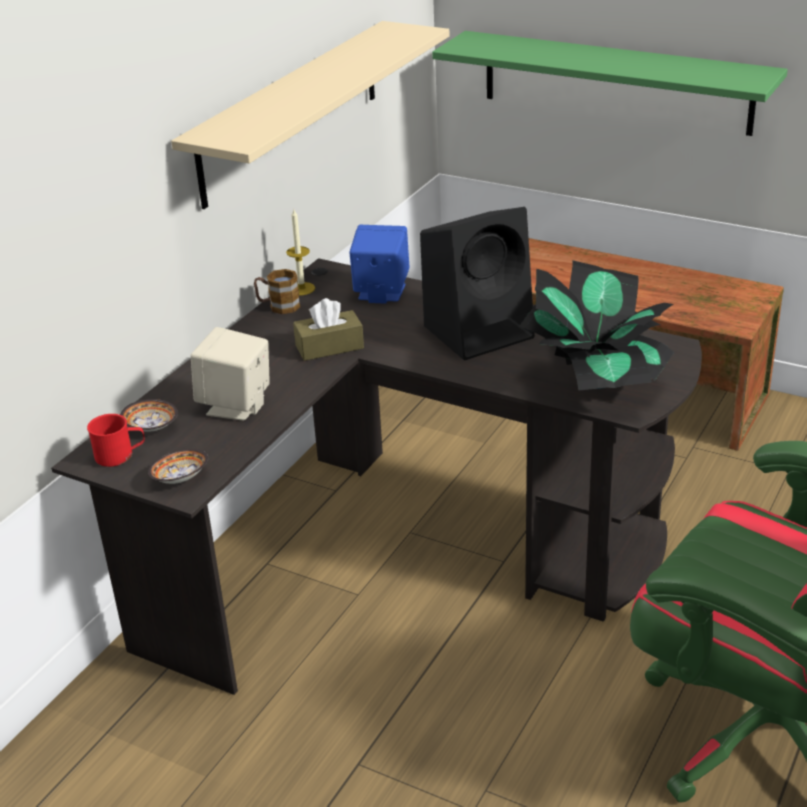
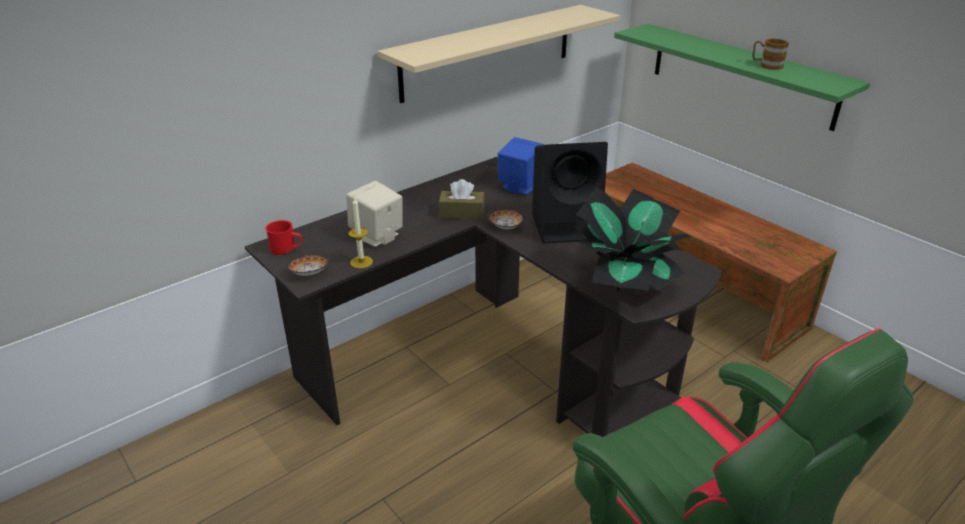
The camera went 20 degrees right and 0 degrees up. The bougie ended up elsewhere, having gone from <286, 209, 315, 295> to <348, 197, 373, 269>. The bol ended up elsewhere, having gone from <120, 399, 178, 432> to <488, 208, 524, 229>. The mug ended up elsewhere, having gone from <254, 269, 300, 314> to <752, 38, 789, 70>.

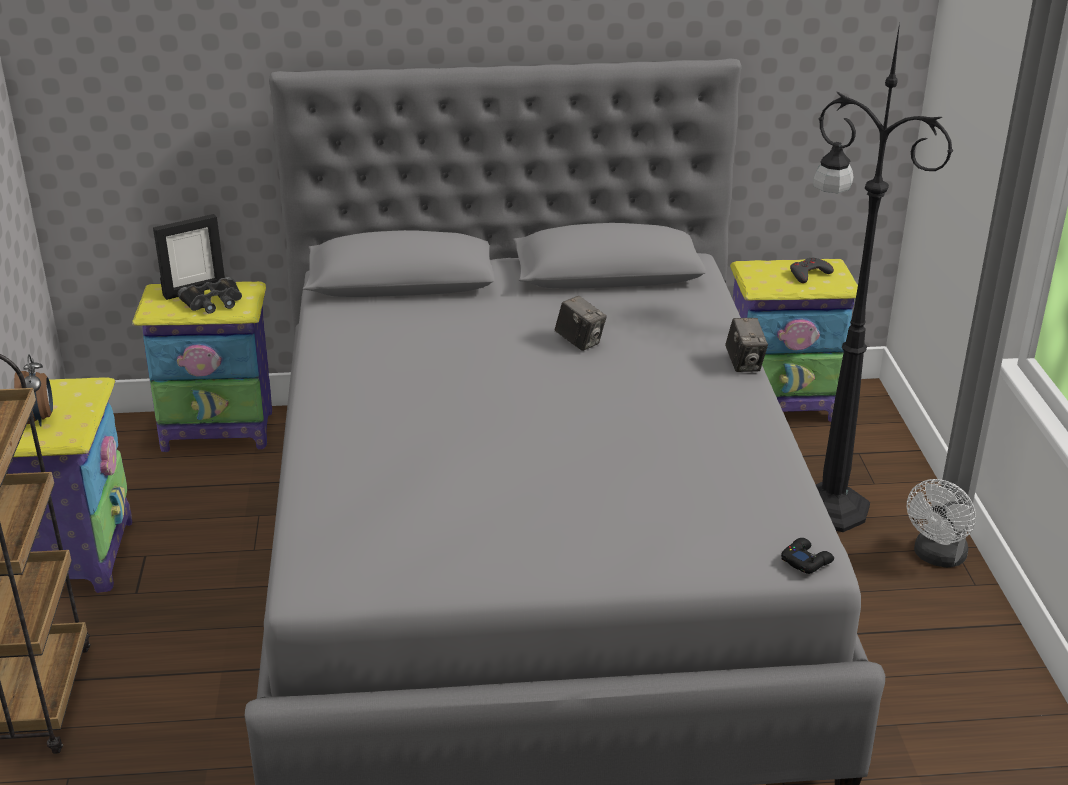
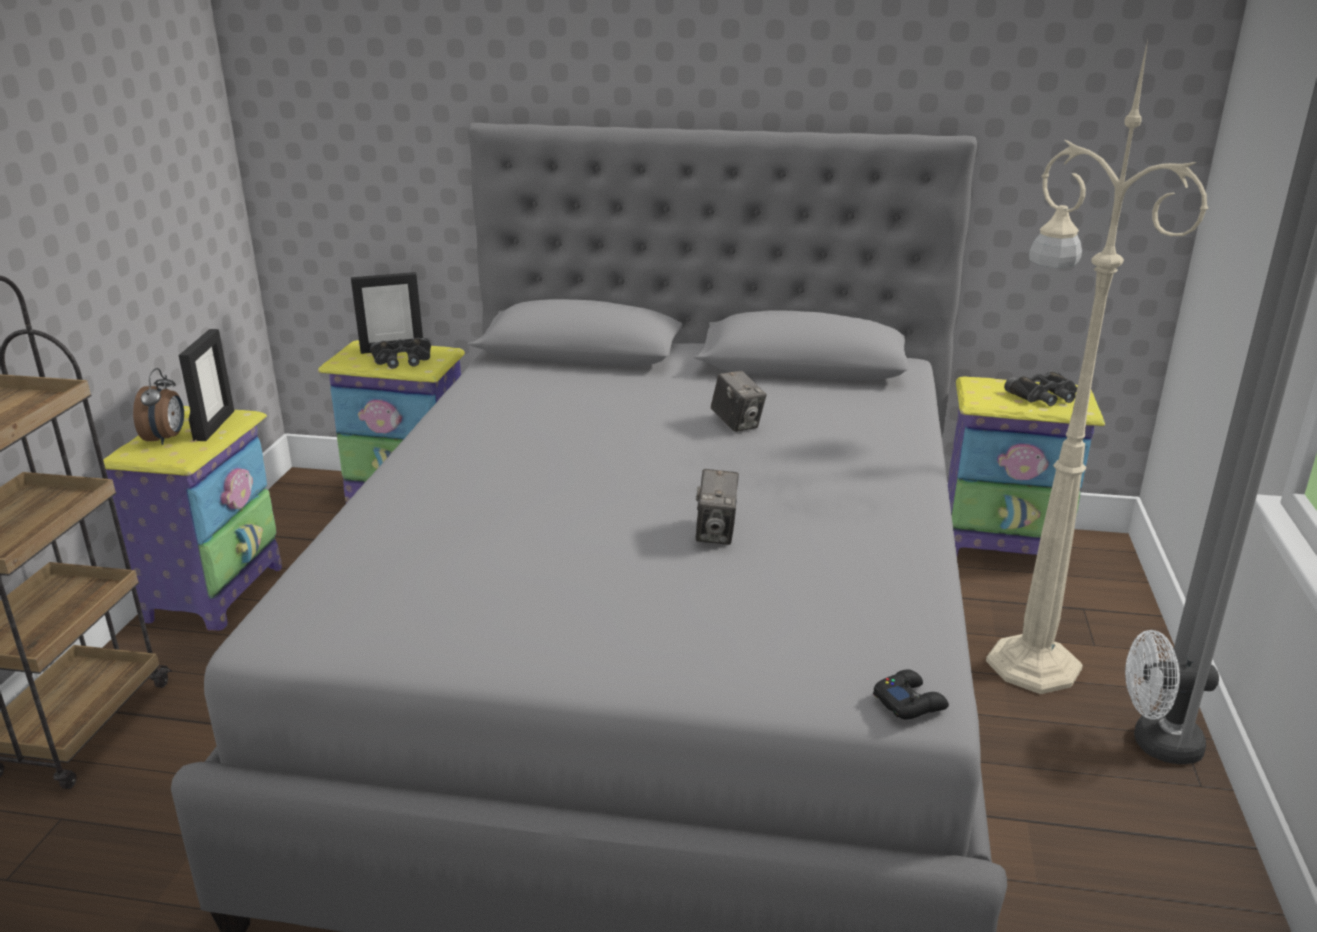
The camera went 15 degrees right and 5 degrees down. The second view gained the cadre photo at <179, 329, 234, 441>. The appareil photo ended up elsewhere, having gone from <725, 318, 768, 372> to <696, 469, 739, 545>. What was the lampadaire (noir) at <813, 23, 953, 532> turned into the lampadaire (beige) at <986, 40, 1208, 694>. Where the manette (gris) stood at <790, 258, 834, 283>, the jumelles (noir) came to stand at <1004, 371, 1077, 406>. The ventilateur (blanc) at <907, 479, 976, 568> ended up facing another way, 45 degrees clockwise from before.

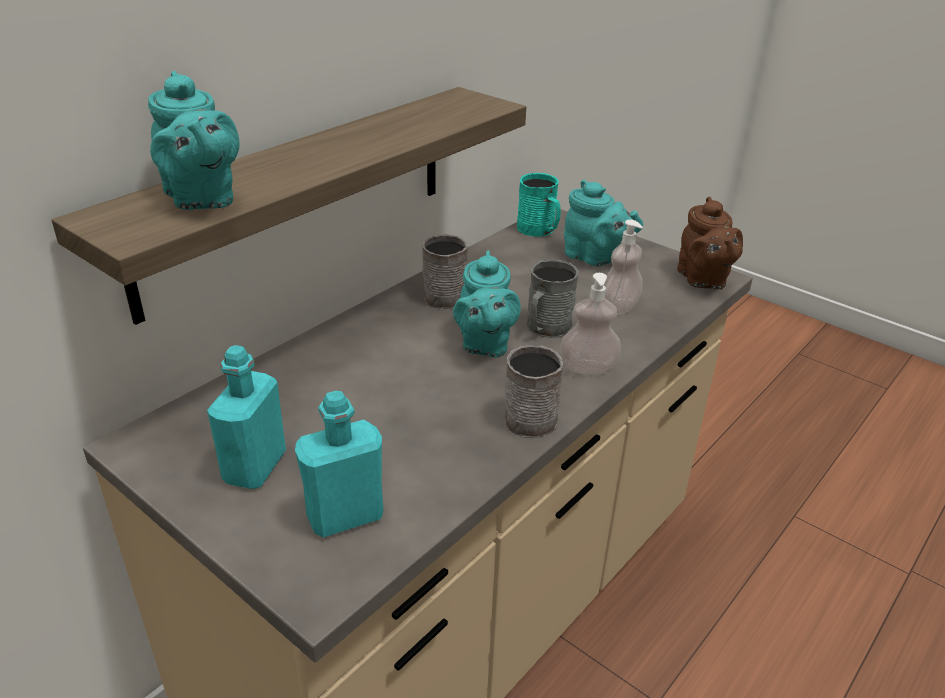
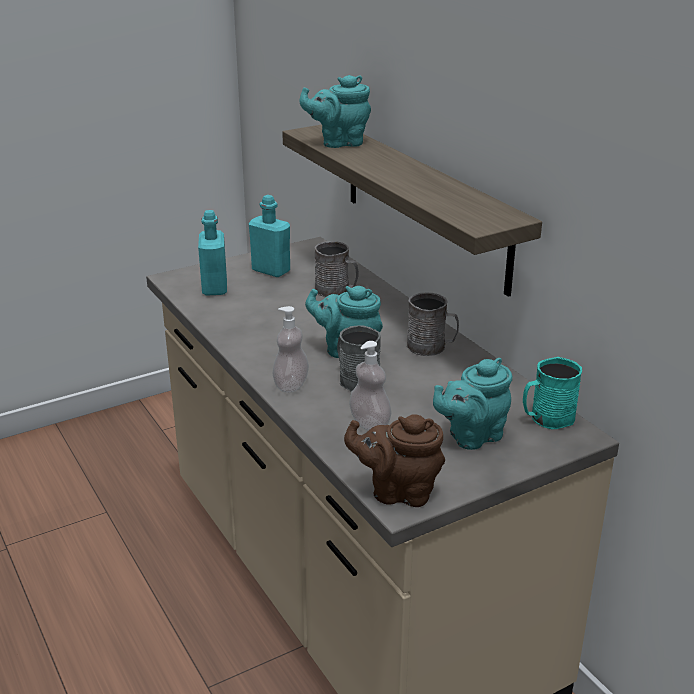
The camera went 110 degrees right and 5 degrees down. The mug (gris) ended up elsewhere, having gone from <505, 345, 563, 438> to <315, 241, 359, 297>.

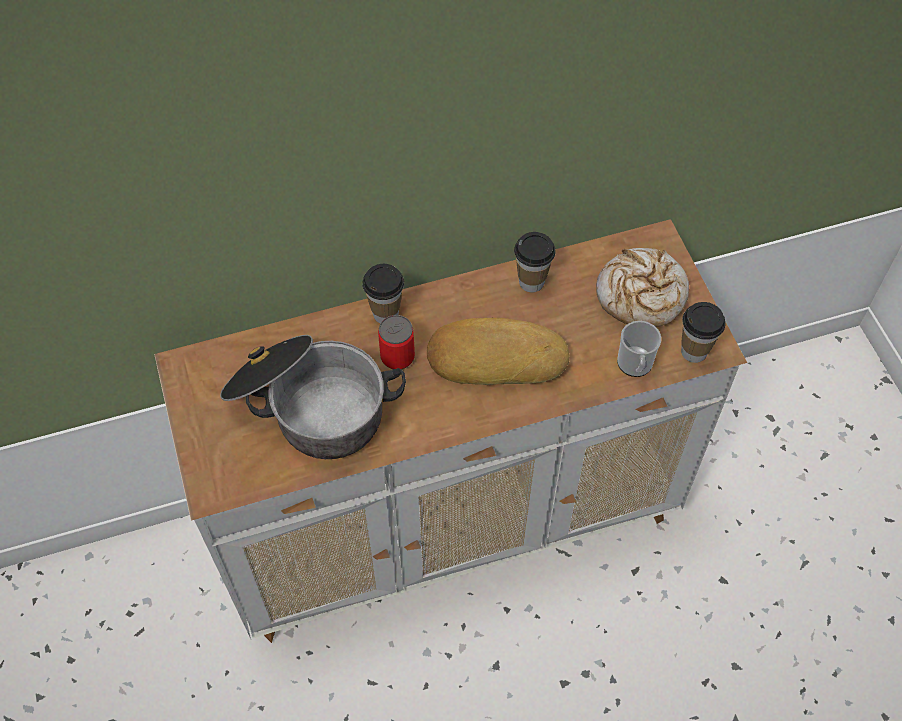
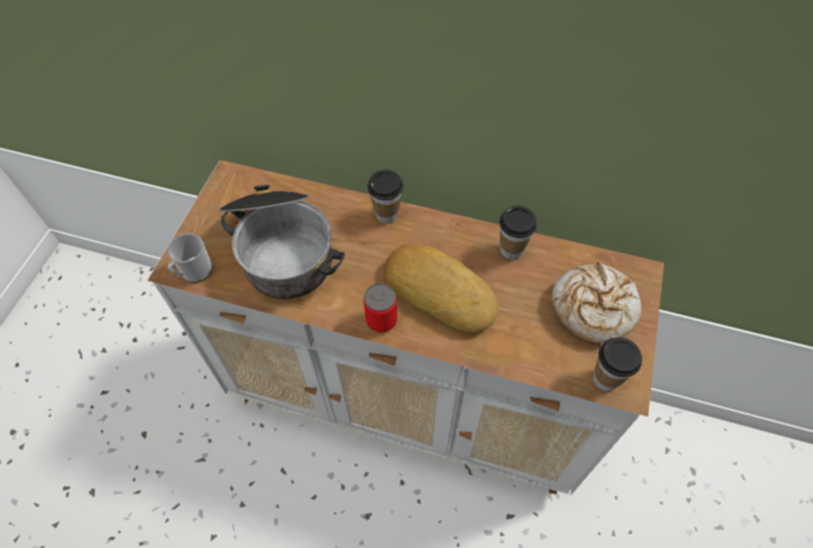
The camera went 35 degrees right and 0 degrees up. The mug ended up elsewhere, having gone from <617, 321, 661, 377> to <167, 233, 212, 283>. The boîte métallique ended up elsewhere, having gone from <378, 315, 415, 370> to <364, 283, 397, 332>.

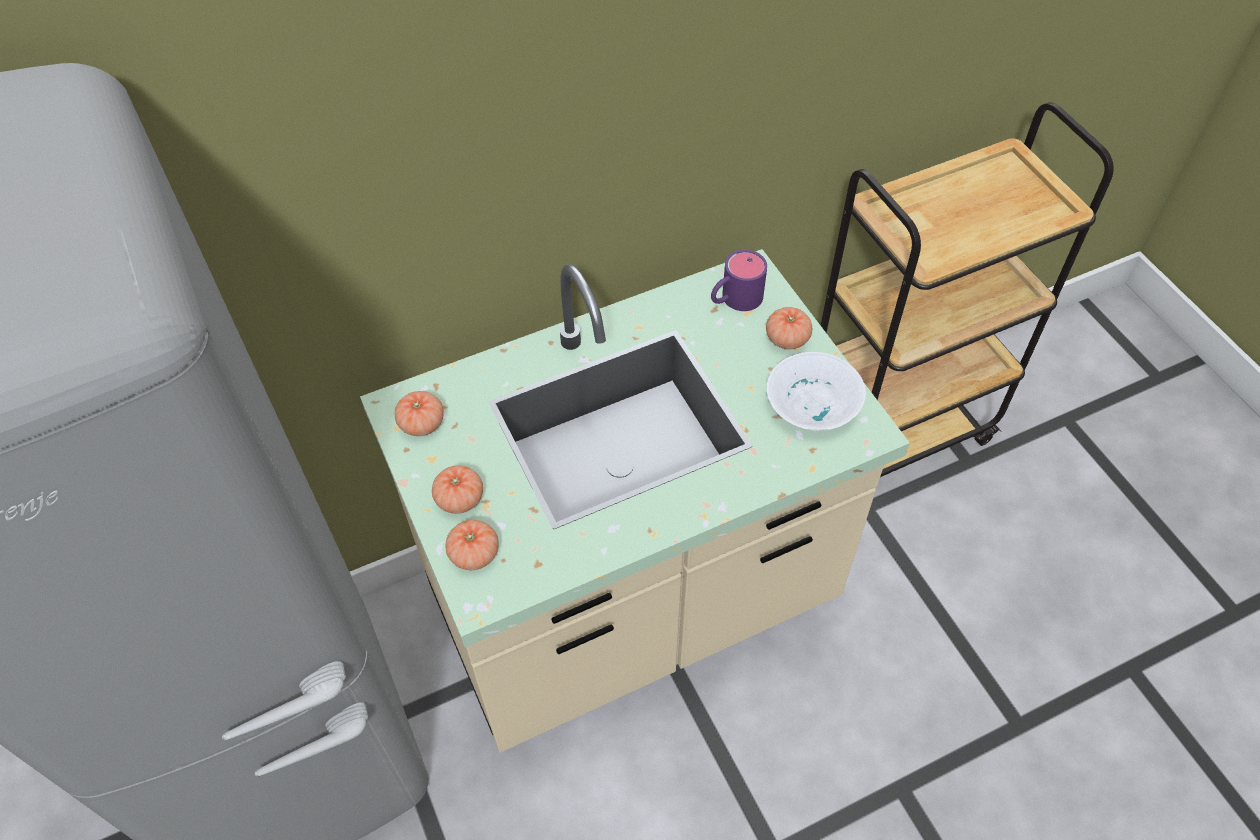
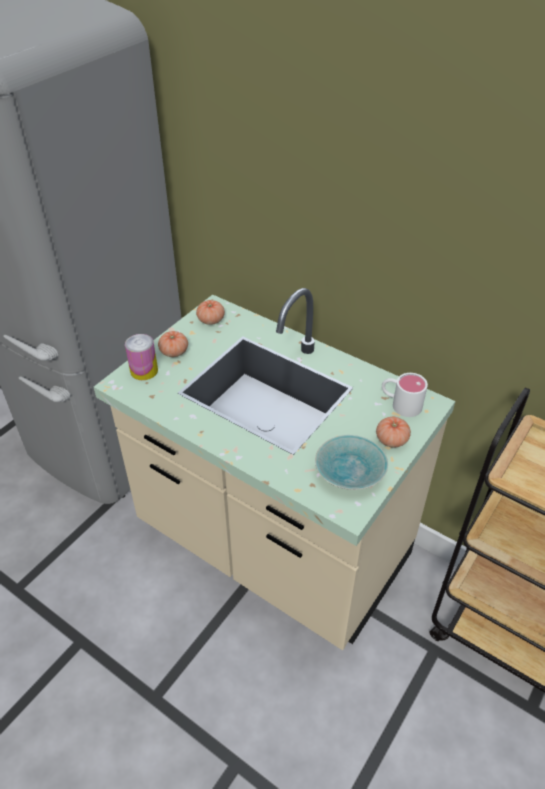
The camera went 60 degrees right and 10 degrees down. Where the tomate stood at <446, 520, 499, 570>, the boîte métallique came to stand at <125, 334, 158, 380>. What was the bol (blanc) at <767, 352, 866, 431> turned into the bol (turquoise) at <315, 435, 388, 490>. What was the mug (violet) at <711, 250, 767, 311> turned into the mug (blanc) at <382, 373, 428, 417>.

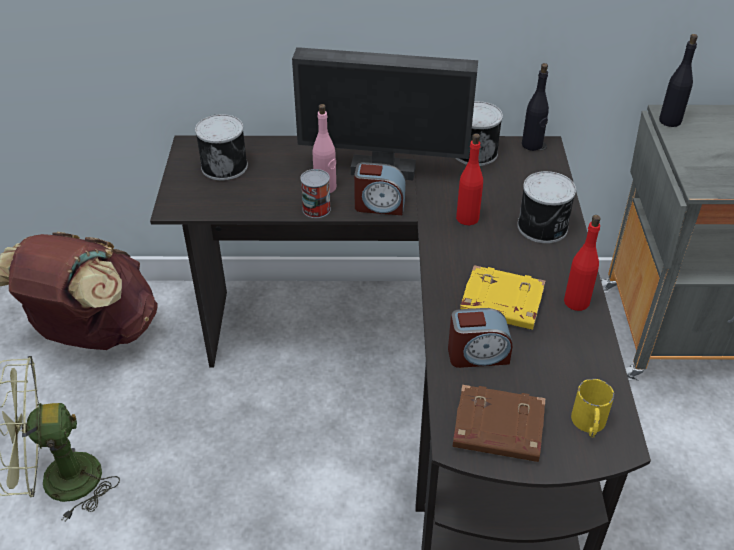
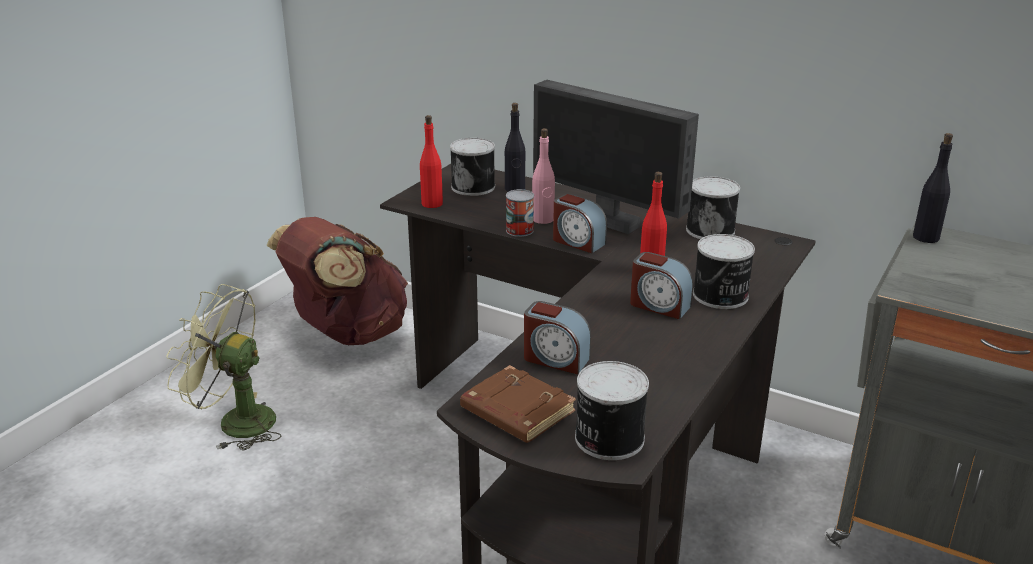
The camera went 30 degrees right and 15 degrees down. The bouteille (rouge) ended up elsewhere, having gone from <564, 215, 601, 311> to <420, 115, 443, 208>. The bouteille (noir) ended up elsewhere, having gone from <522, 63, 549, 151> to <505, 103, 525, 192>. Where the mug (jaune) stood at <571, 379, 614, 437>, the boîte métallique came to stand at <575, 361, 649, 460>. The second view gained the réveil at <630, 252, 693, 319>. The second view lost the livre (jaune) at <460, 265, 545, 330>.

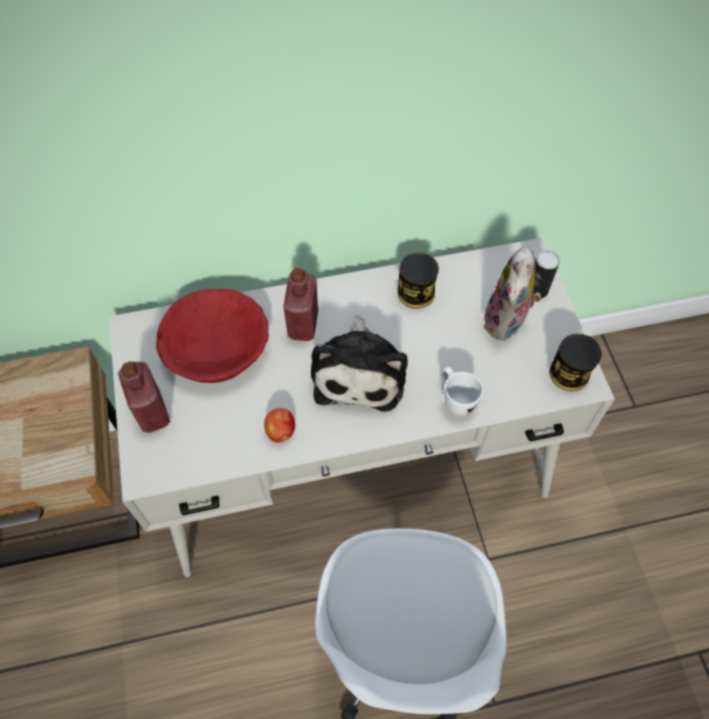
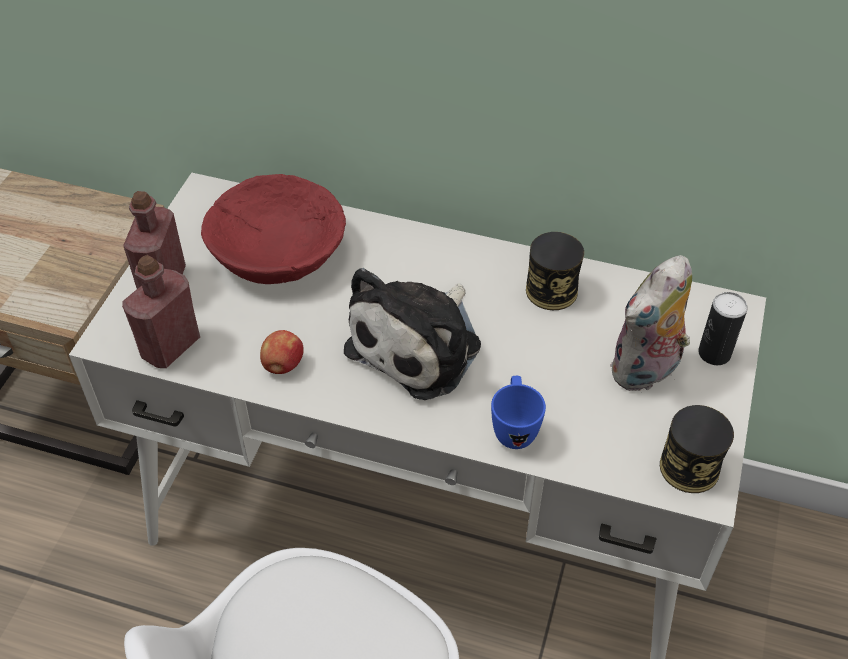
The camera went 30 degrees right and 10 degrees down. The bouteille (rouge) ended up elsewhere, having gone from <283, 268, 318, 341> to <122, 255, 200, 368>. What was the mug (blanc) at <442, 367, 483, 416> turned into the mug (bleu) at <491, 376, 546, 449>.

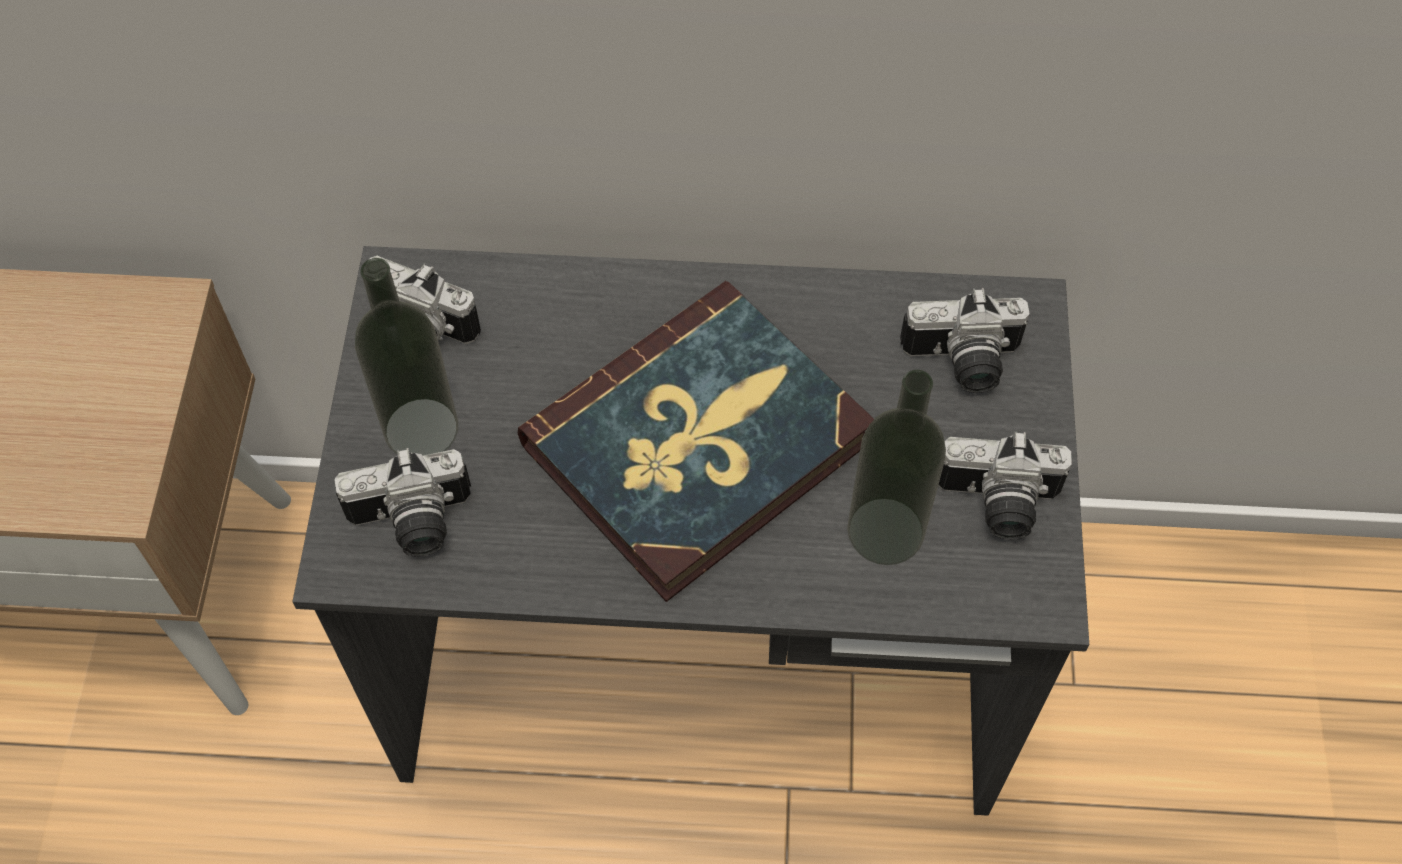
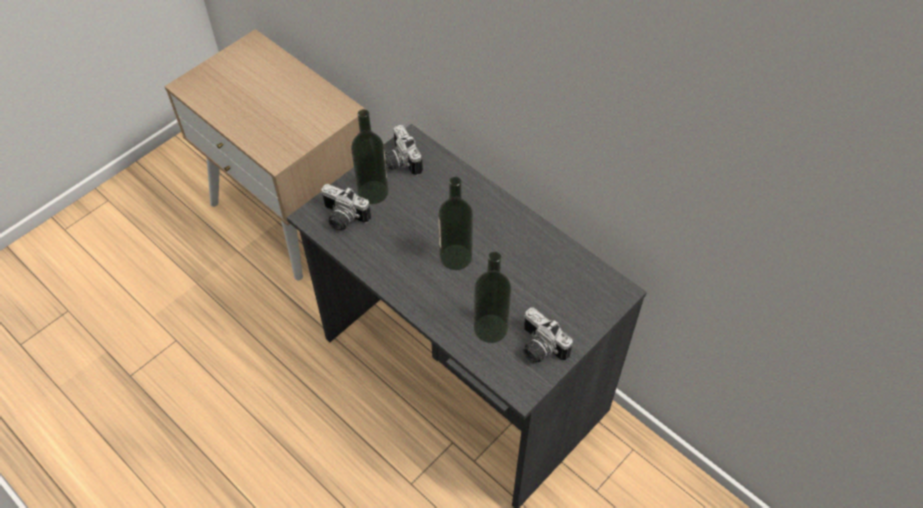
The camera went 40 degrees right and 5 degrees down. Where the livre stood at <517, 281, 874, 602>, the bouteille came to stand at <438, 177, 473, 270>. The second view lost the appareil photo at <900, 288, 1030, 393>.

